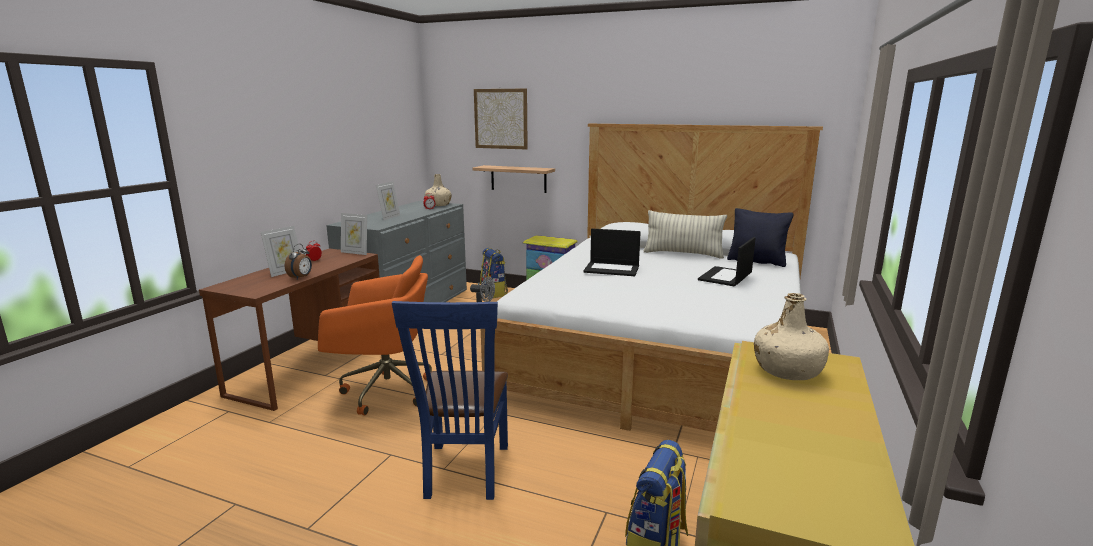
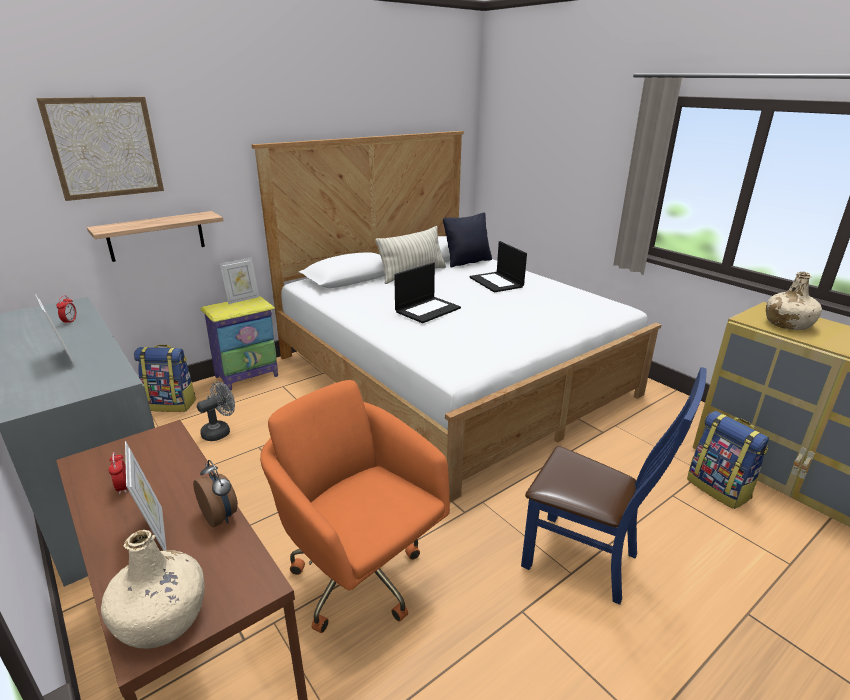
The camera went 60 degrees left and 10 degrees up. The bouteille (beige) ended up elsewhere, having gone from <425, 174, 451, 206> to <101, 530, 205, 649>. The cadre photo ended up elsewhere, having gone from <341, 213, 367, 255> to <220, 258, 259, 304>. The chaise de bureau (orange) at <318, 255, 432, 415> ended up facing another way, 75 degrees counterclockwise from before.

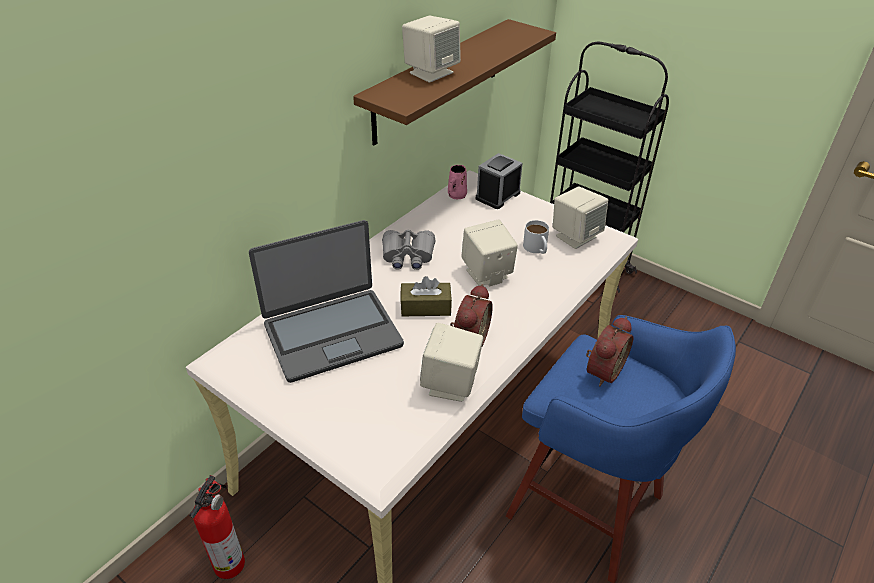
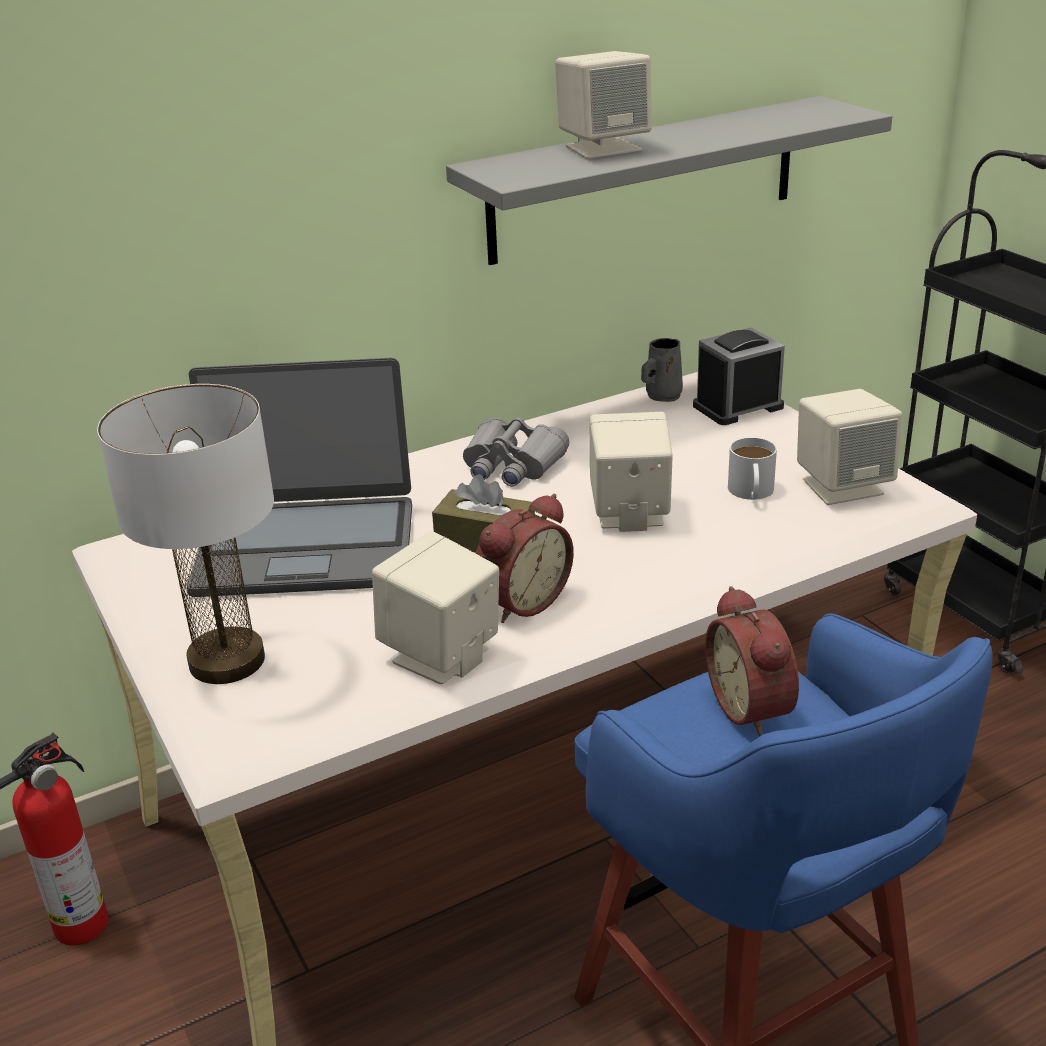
The camera went 25 degrees right and 10 degrees down. The second view gained the lampe de table at <97, 384, 274, 684>. What was the étagère (marron) at <353, 19, 556, 145> turned into the étagère (gris) at <446, 96, 892, 265>. What was the mug (rose) at <448, 165, 467, 199> turned into the mug (gris) at <641, 338, 683, 402>. The réveil at <586, 317, 633, 386> ended up facing another way, 105 degrees clockwise from before.

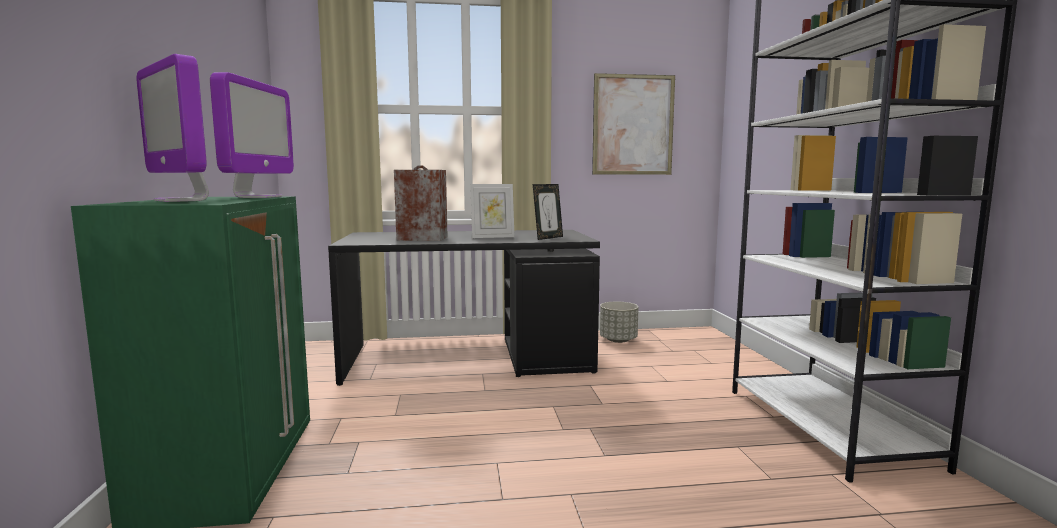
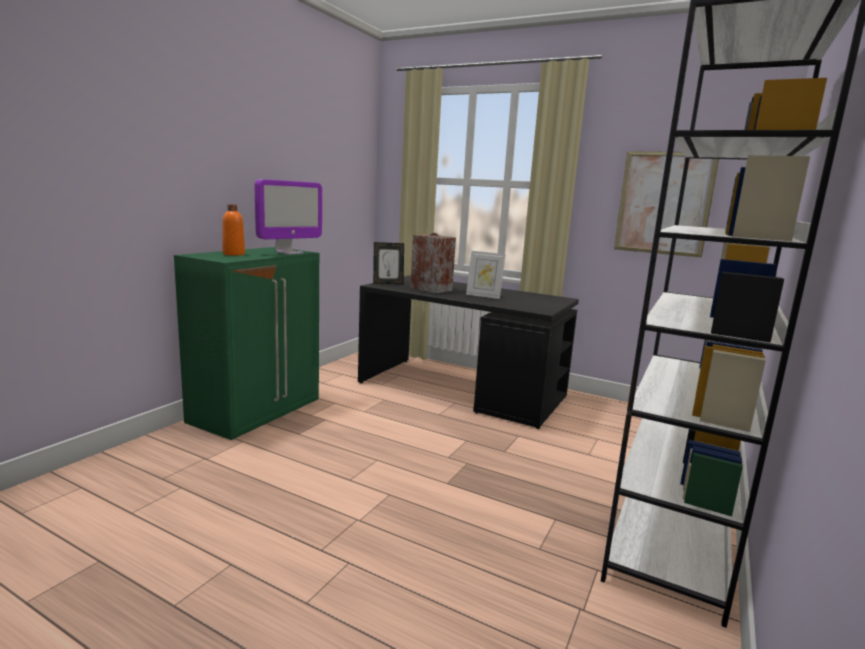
The camera went 35 degrees right and 5 degrees up. Where the écran d'ordinateur stood at <137, 54, 209, 202>, the bouteille (orange) came to stand at <223, 204, 245, 256>. The cadre photo ended up elsewhere, having gone from <533, 184, 563, 240> to <373, 242, 404, 284>. The second view lost the cache-pot (gris) at <600, 302, 639, 343>.

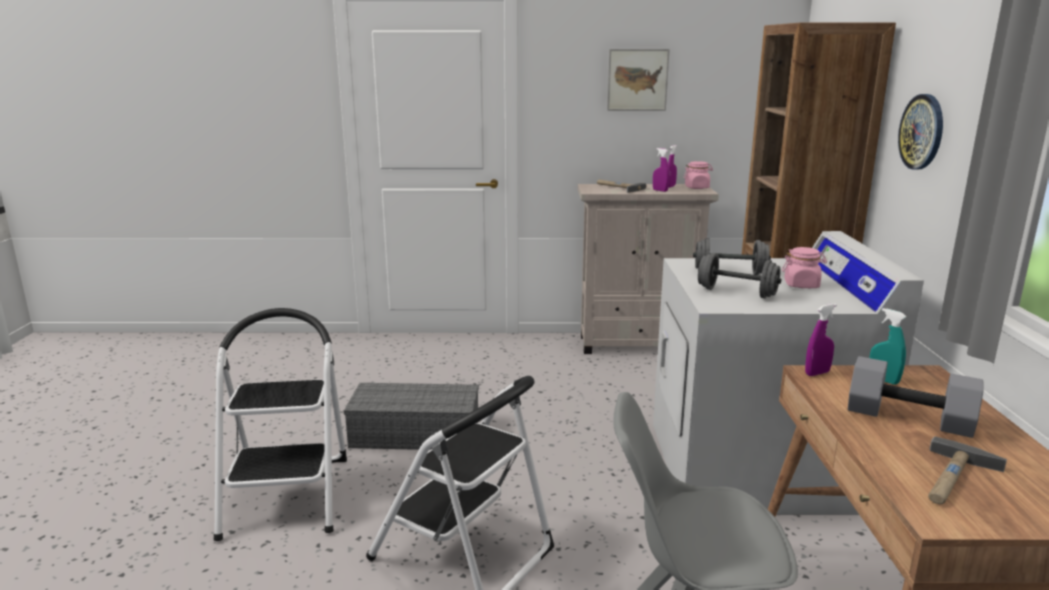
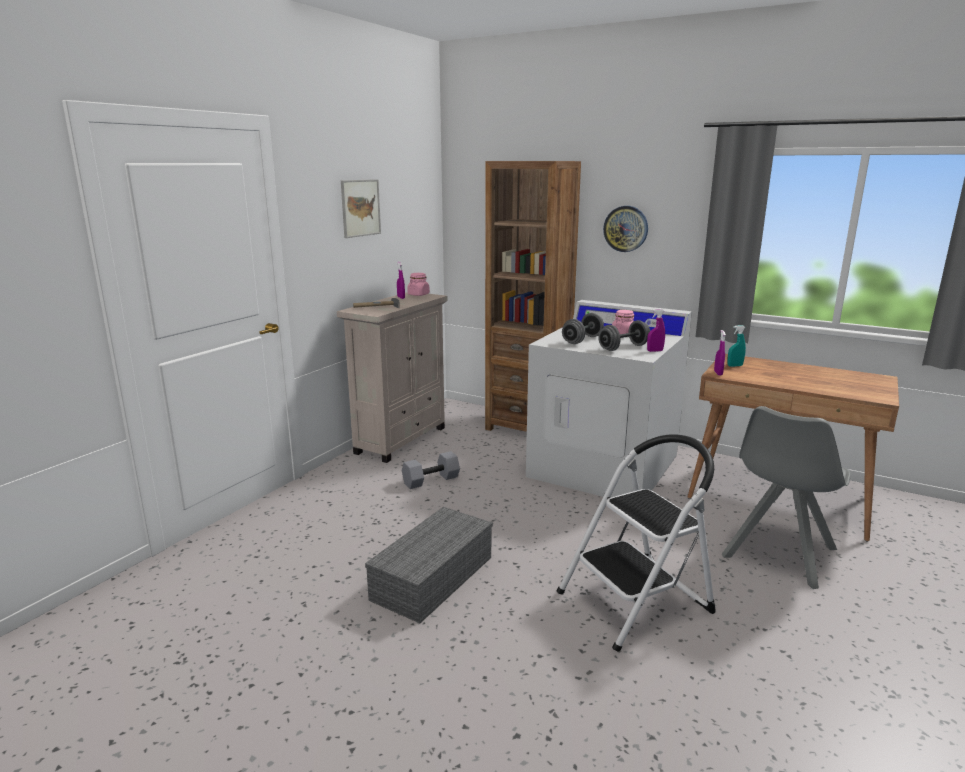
The camera went 60 degrees left and 0 degrees up. The haltère (gris) ended up elsewhere, having gone from <848, 356, 984, 438> to <402, 451, 460, 489>. The vaporisateur (violet) ended up elsewhere, having gone from <653, 148, 670, 192> to <647, 309, 665, 352>. The second view lost the escabeau at <214, 308, 347, 541>. The second view lost the marteau at <928, 436, 1007, 504>.

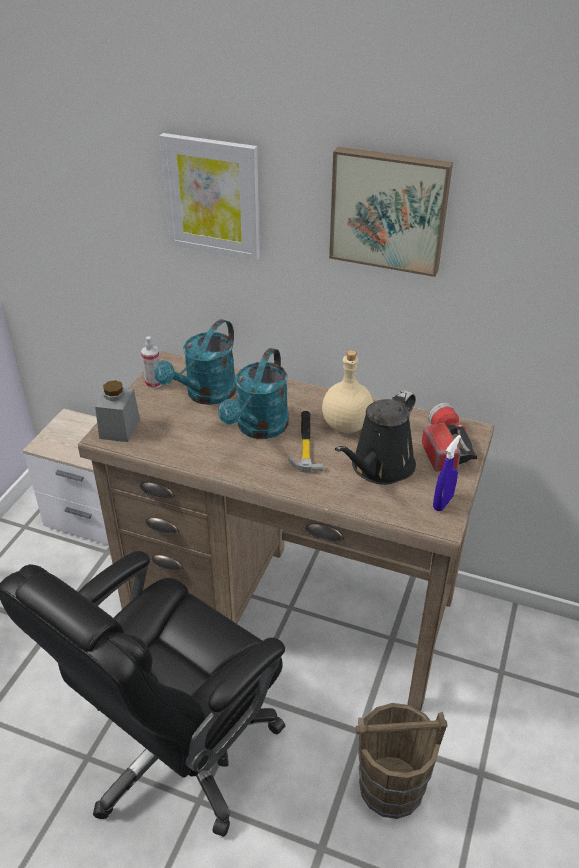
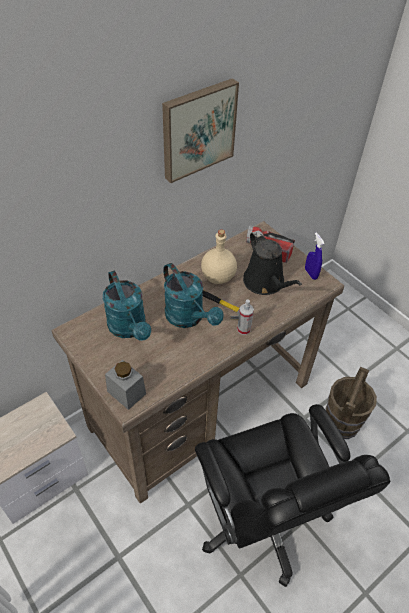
The camera went 60 degrees left and 10 degrees up. The vaporisateur ended up elsewhere, having gone from <141, 336, 162, 389> to <237, 299, 254, 335>. The second view lost the tableau at <159, 133, 260, 260>.

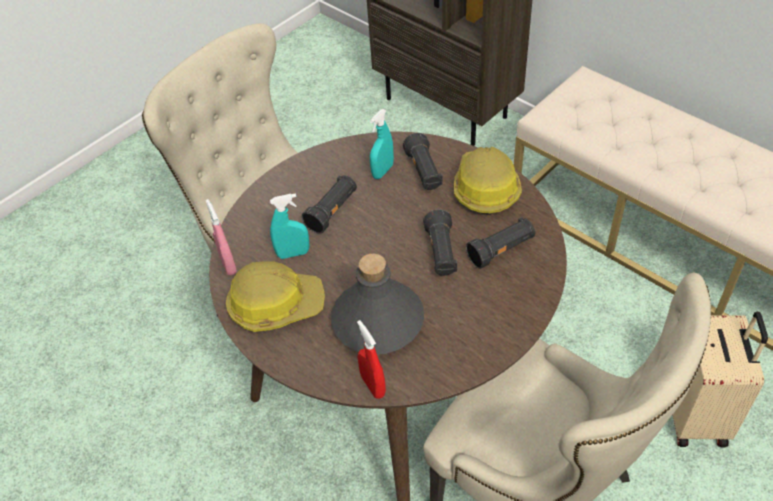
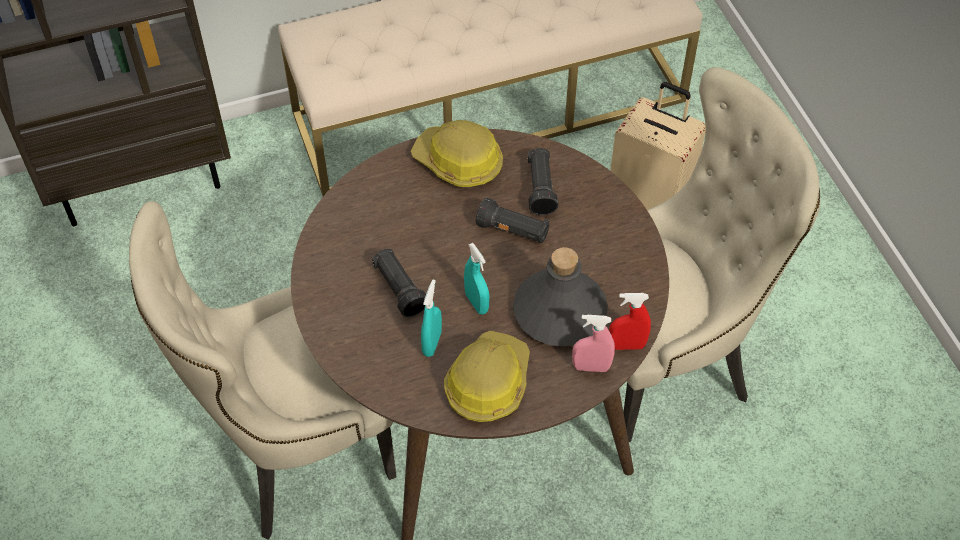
The camera went 65 degrees left and 5 degrees up. The vaporisateur (turquoise) ended up elsewhere, having gone from <370, 109, 394, 179> to <464, 243, 489, 315>. The vaporisateur (rose) ended up elsewhere, having gone from <206, 199, 237, 275> to <572, 315, 615, 372>. The second view lost the lampe de poche (noir) at <403, 133, 442, 190>.

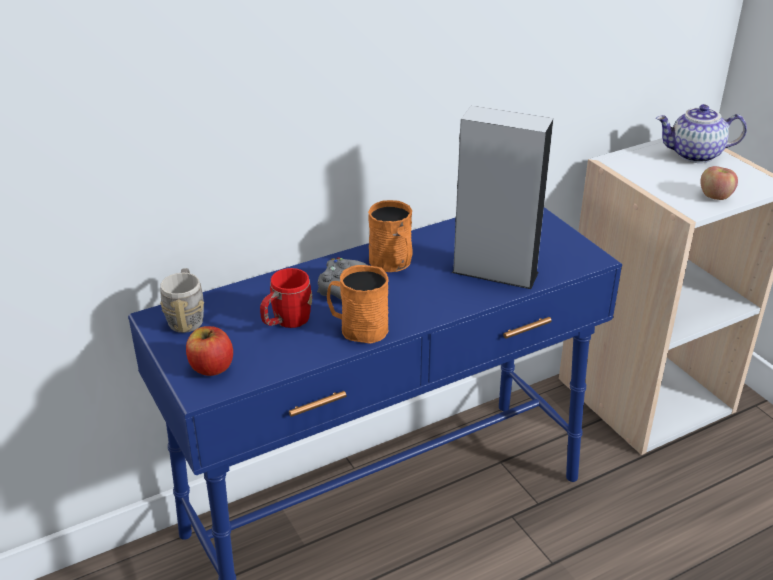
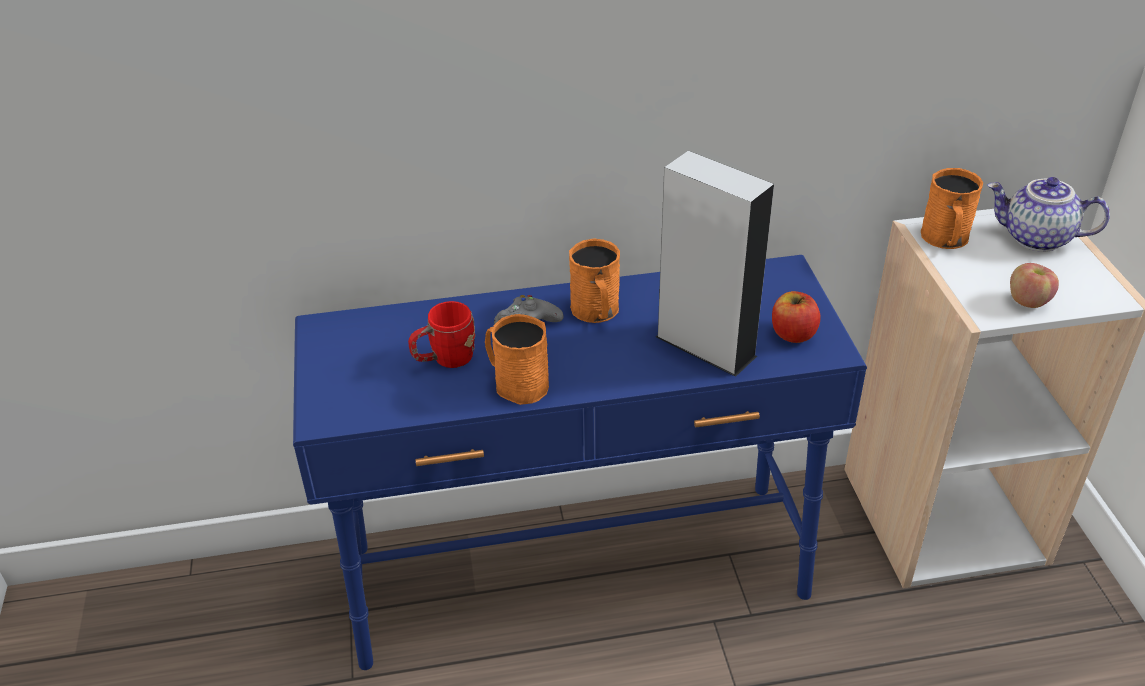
The camera went 20 degrees right and 5 degrees up. The pomme ended up elsewhere, having gone from <186, 326, 233, 376> to <772, 291, 821, 343>. The second view gained the mug (orange) at <921, 168, 983, 249>. The second view lost the mug (gris) at <160, 268, 204, 333>.

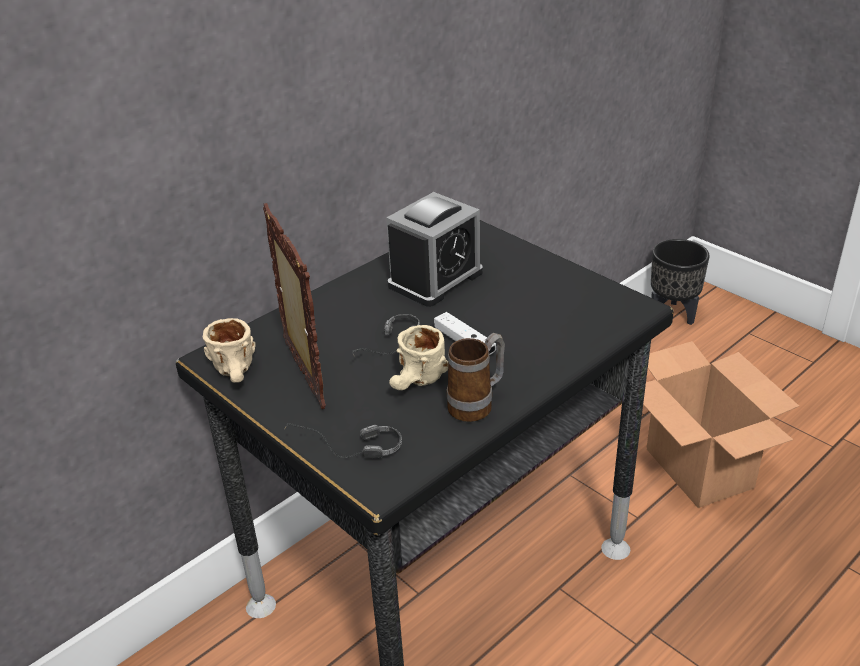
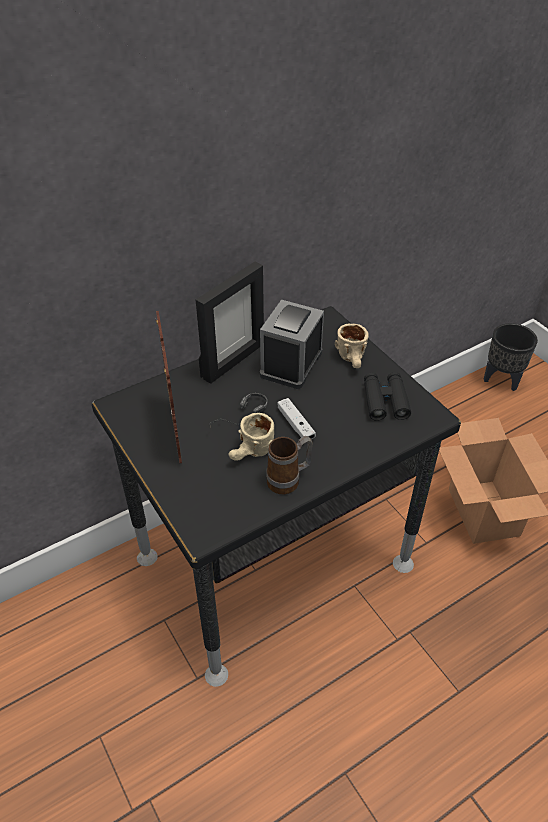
The camera went 10 degrees right and 10 degrees up. The second view gained the cadre photo at <196, 262, 264, 384>. The réveil at <386, 192, 483, 307> ended up facing another way, 150 degrees clockwise from before. The mug (beige) ended up elsewhere, having gone from <203, 318, 256, 383> to <335, 323, 369, 368>. The second view gained the jumelles (noir) at <364, 372, 411, 421>. The second view lost the casque audio at <284, 423, 402, 458>.

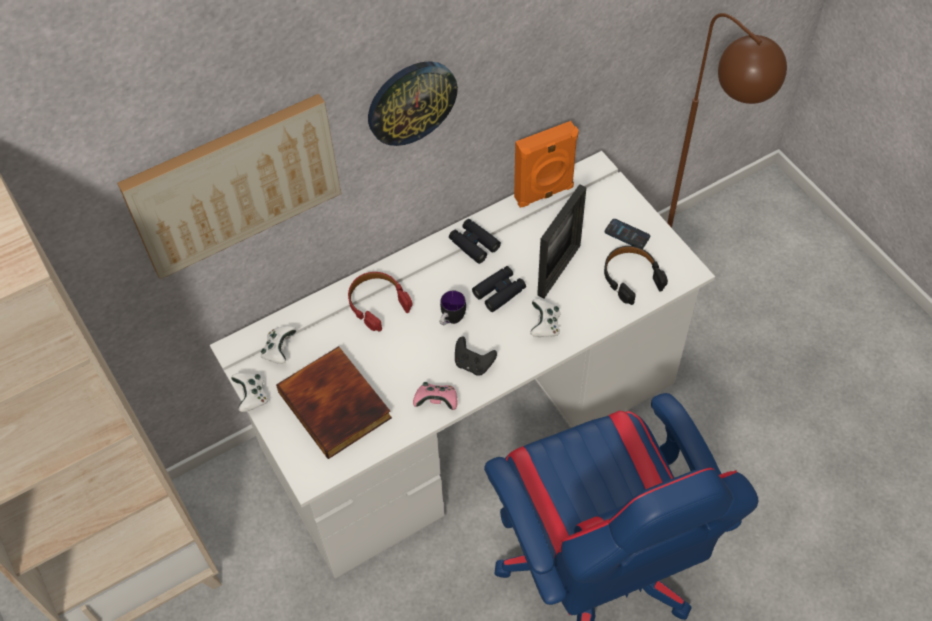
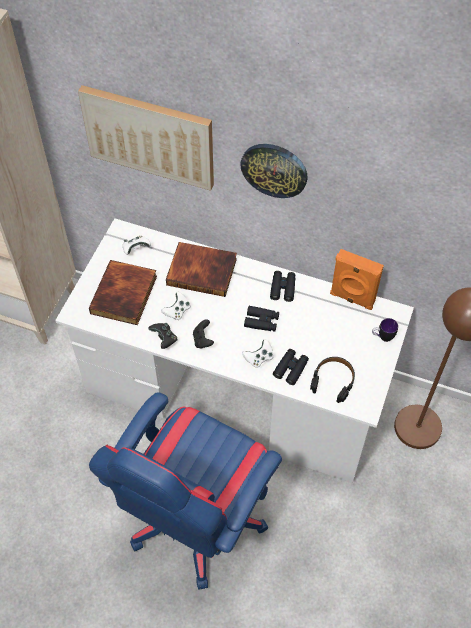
The camera went 50 degrees right and 0 degrees up. What was the manette (rose) at <413, 382, 457, 410> turned into the manette (noir) at <148, 323, 178, 349>. The manette (blanc) ended up elsewhere, having gone from <231, 373, 268, 412> to <161, 292, 191, 320>. Where the casque audio (rouge) stood at <348, 272, 413, 332>, the livre came to stand at <166, 242, 237, 297>. The second view gained the jumelles (noir) at <273, 349, 309, 385>. The mug ended up elsewhere, having gone from <440, 290, 466, 325> to <372, 318, 398, 342>. The second view lost the cadre photo at <537, 184, 587, 299>. The second view lost the téléphone at <605, 219, 650, 249>.

